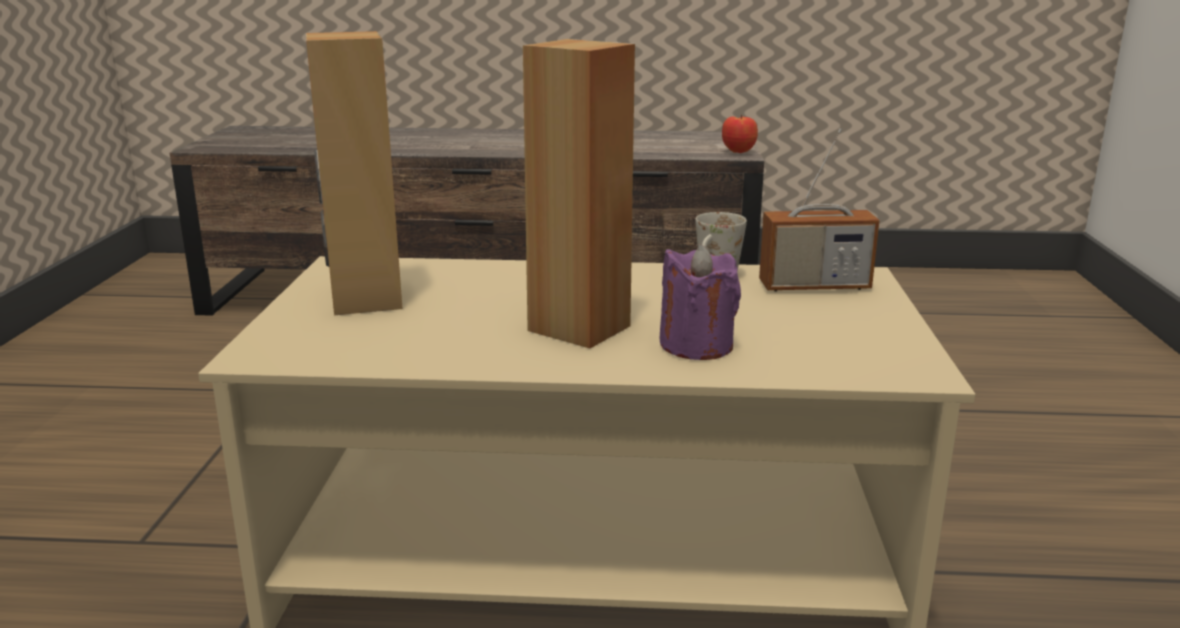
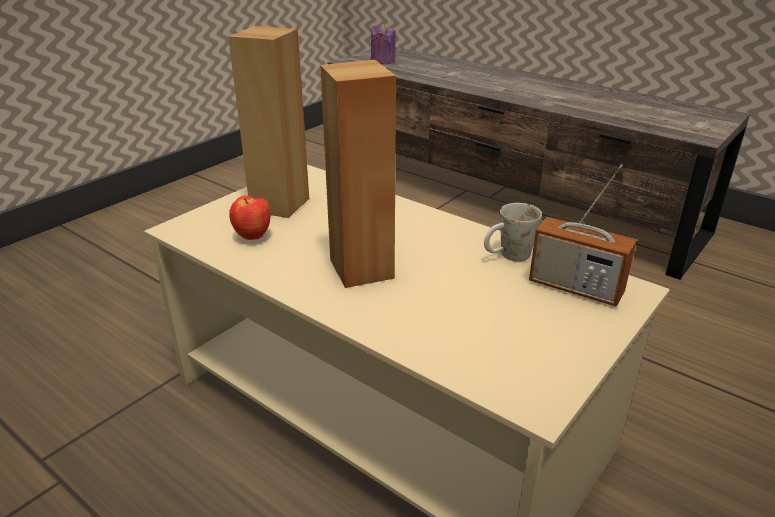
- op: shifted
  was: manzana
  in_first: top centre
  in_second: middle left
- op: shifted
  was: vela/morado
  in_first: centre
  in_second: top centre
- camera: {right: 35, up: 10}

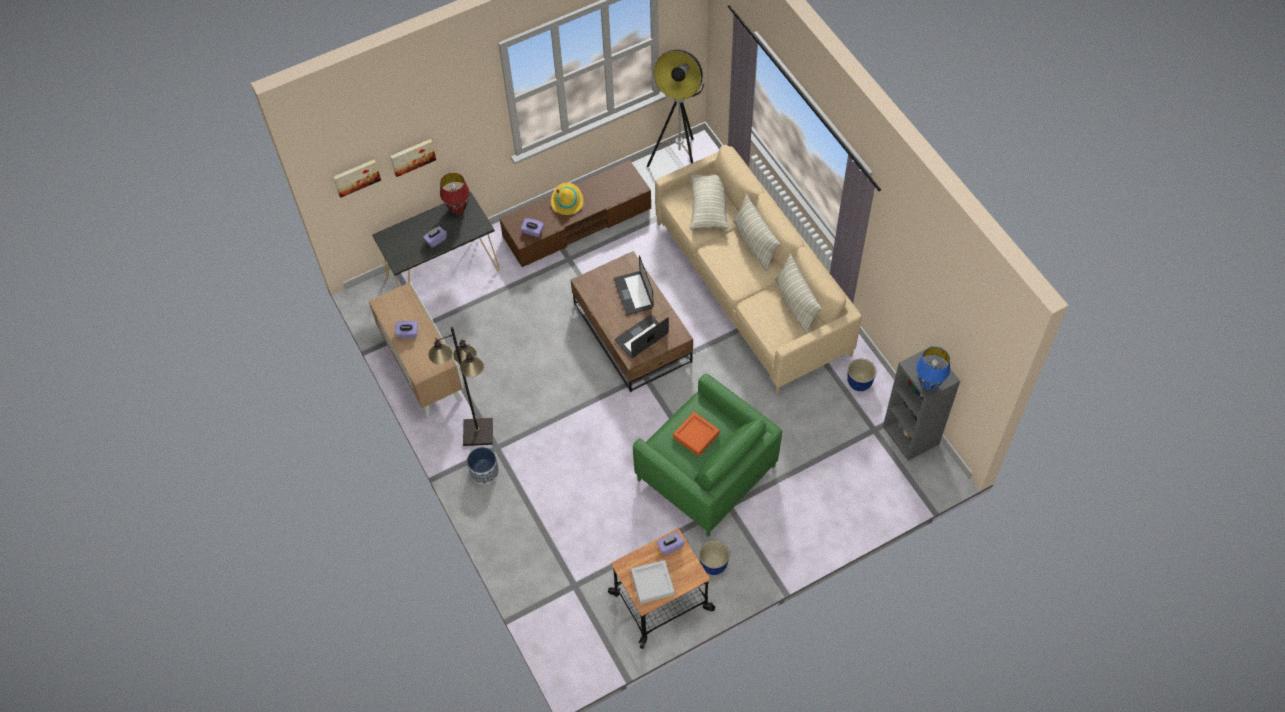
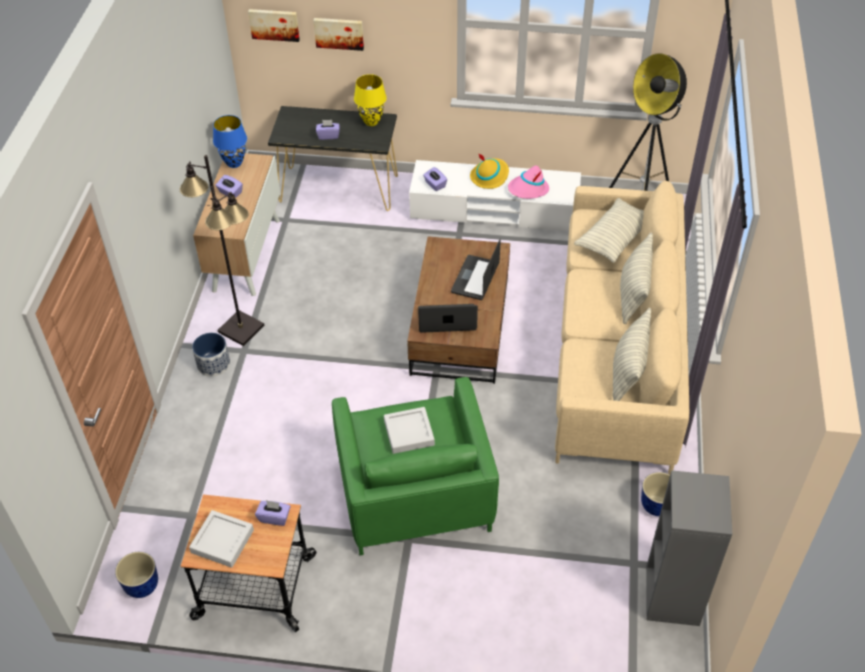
- op: shifted
  was: maceta (no. 2 from left in the first image)
  now: maceta (no. 1 from left)
  in_first: bottom centre
  in_second: bottom left
- op: shifted
  was: lámpara de mesa/azul
  in_first: middle right
  in_second: top left
- op: repainted
  was: lámpara de mesa/rojo
  now: lámpara de mesa/amarillo
  in_first: top centre
  in_second: top centre
- op: repainted
  was: bandeja/naranja
  now: bandeja/gris (no. 2 from left)
  in_first: centre
  in_second: centre
- op: repainted
  was: mueble de televisión/marrón
  now: mueble de televisión/blanco
  in_first: top centre
  in_second: top centre
- op: new
  now: sombrero/rosa
  in_second: top centre
- camera: {right: 35, up: -10}

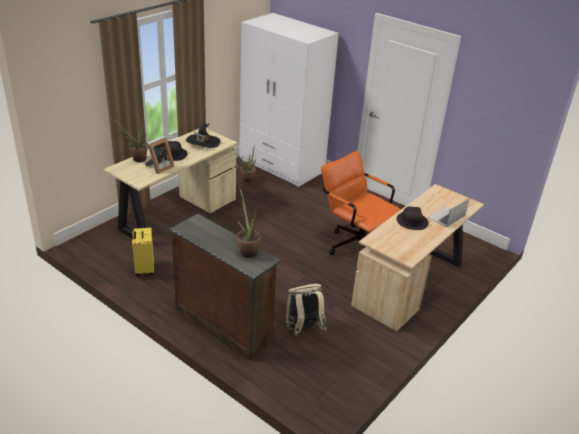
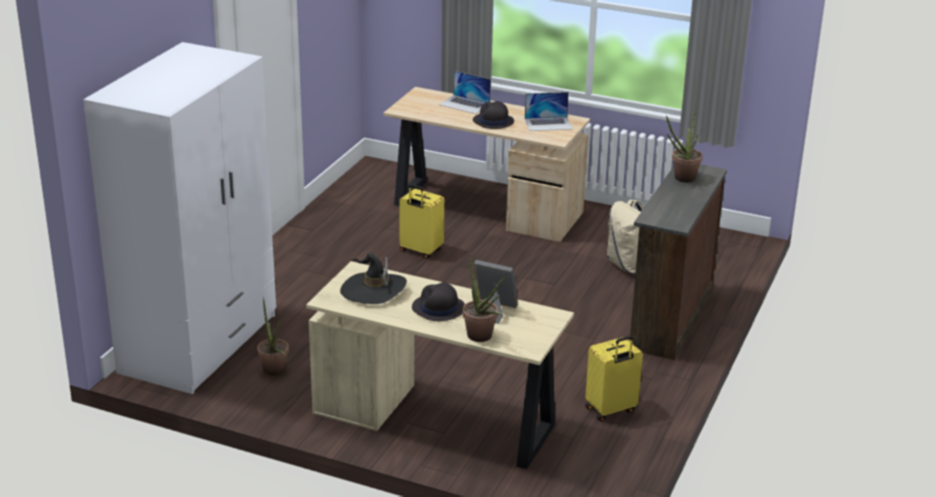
- op: swapped
  was: silla de oficina/naranja
  now: maleta/amarillo (no. 1 from left)
  in_first: centre
  in_second: centre
- op: new
  now: portátil (no. 2 from left)
  in_second: top centre
- camera: {right: -105, up: -5}

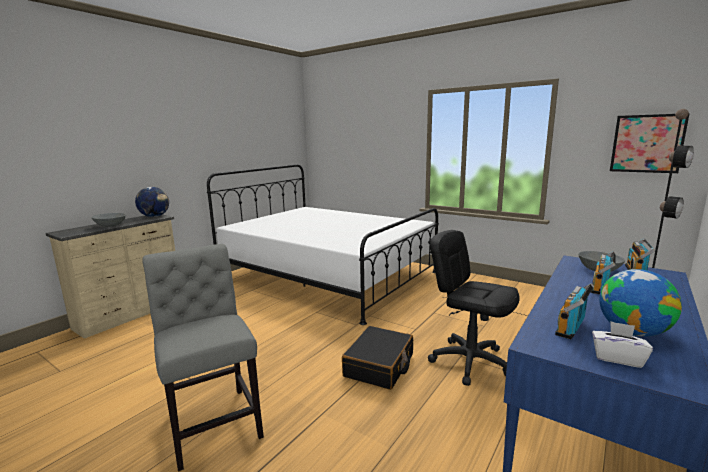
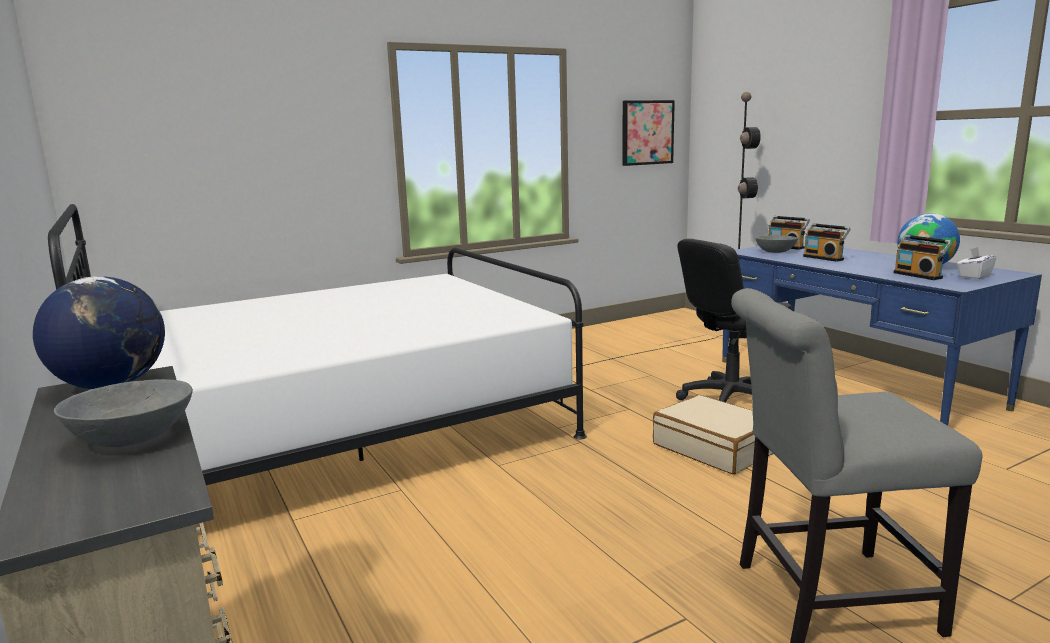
- op: repainted
  was: maleta/negro
  now: maleta/beis
  in_first: bottom centre
  in_second: bottom right
- camera: {right: -65, up: 0}

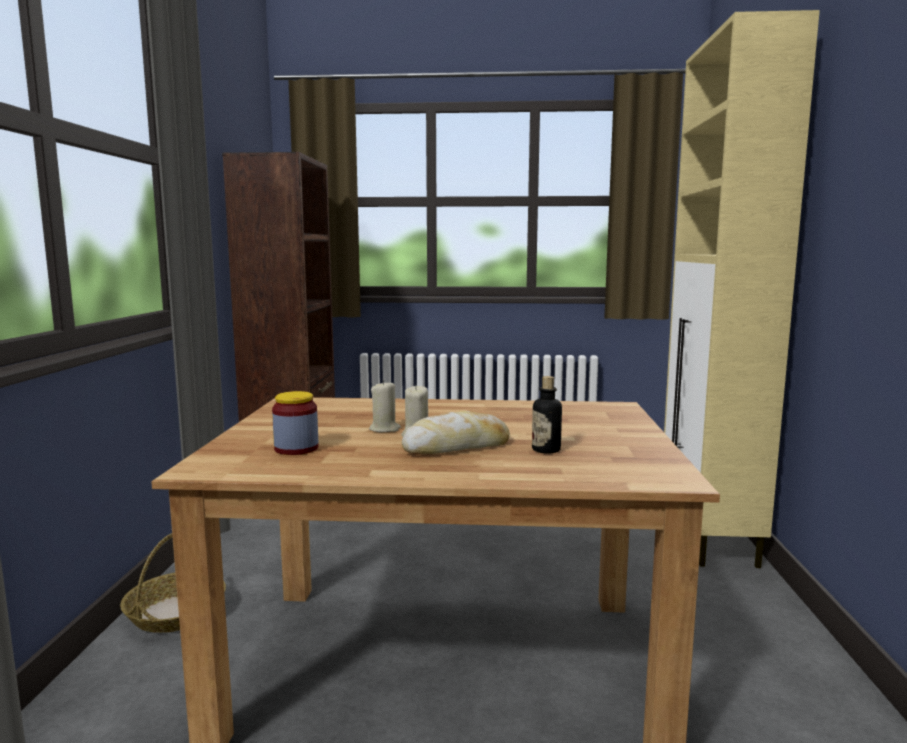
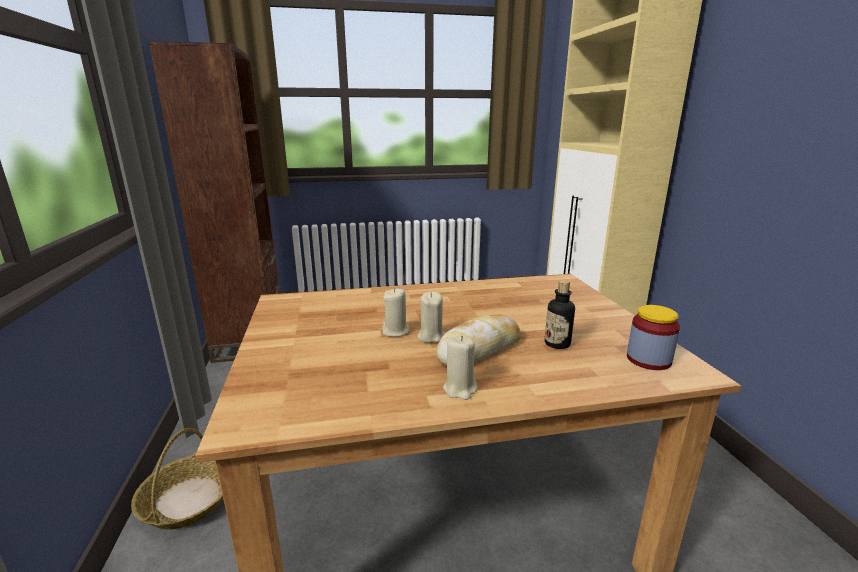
- op: new
  now: vela/beis (no. 3 from left)
  in_second: centre
- op: shifted
  was: tarro
  in_first: middle left
  in_second: middle right
- camera: {right: -15, up: 10}

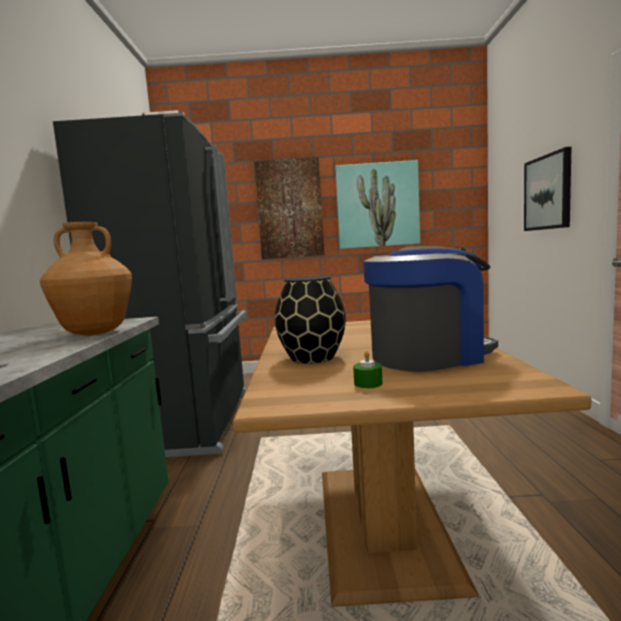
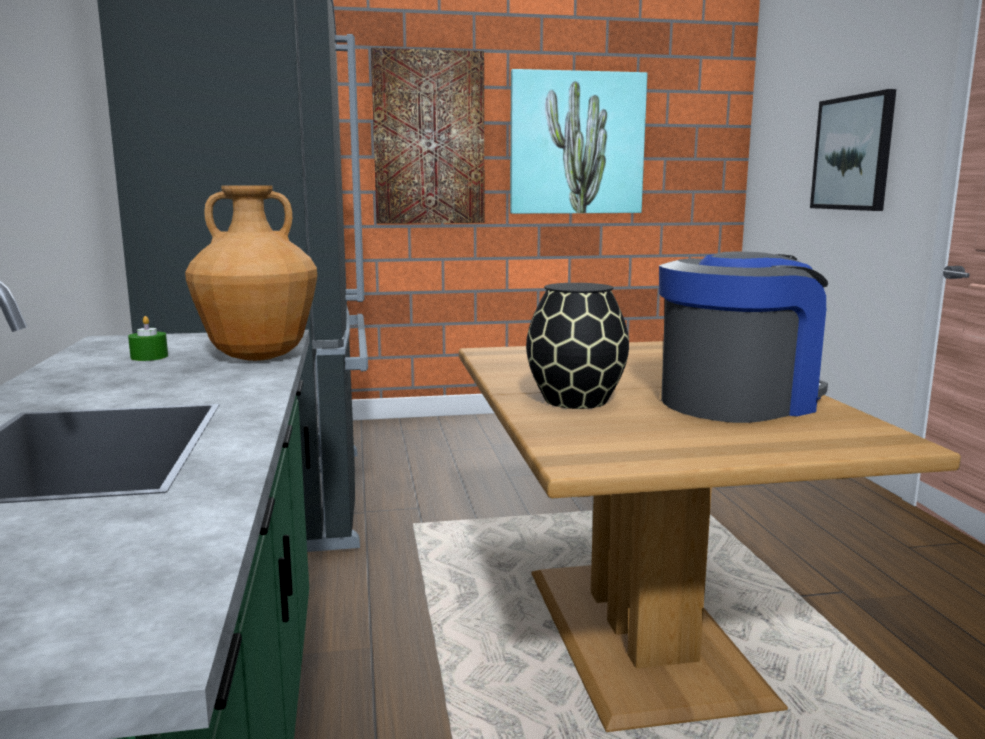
- op: shifted
  was: vela/verde
  in_first: centre
  in_second: middle left
- camera: {right: -10, up: 5}

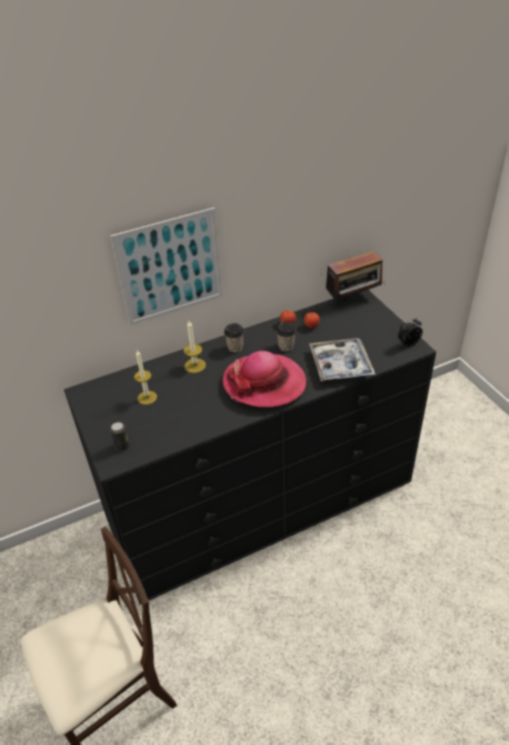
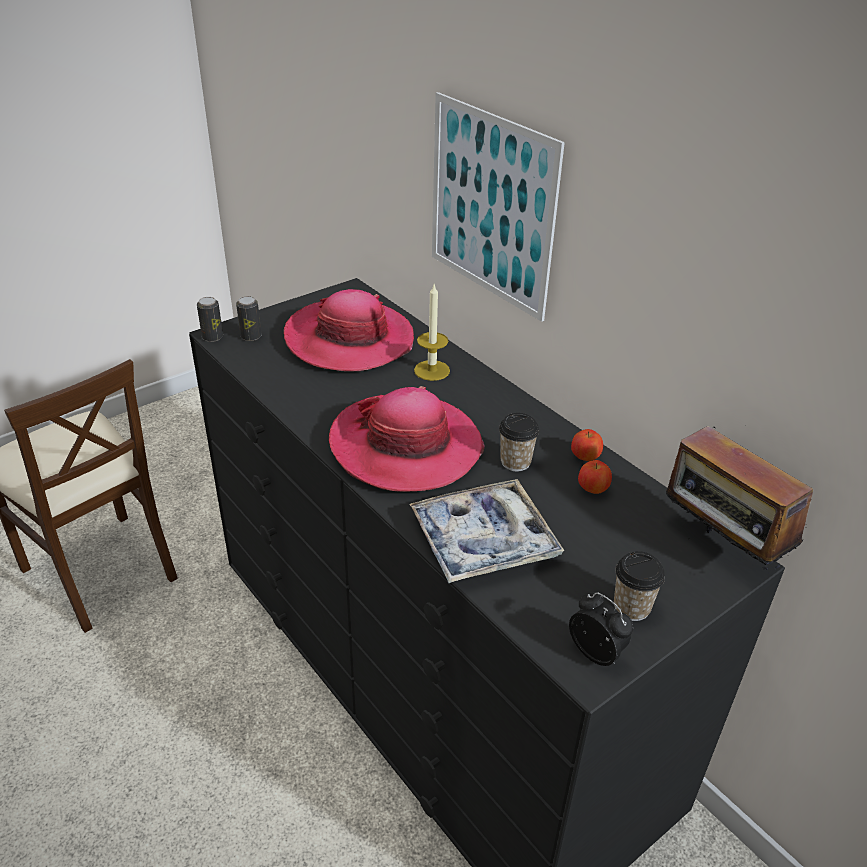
- op: new
  now: lata (no. 1 from left)
  in_second: middle left
- op: swapped
  was: vela (no. 1 from left)
  now: sombrero (no. 1 from left)
  in_first: middle left
  in_second: centre
- op: shifted
  was: taza (no. 1 from left in the first image)
  now: taza (no. 2 from left)
  in_first: centre
  in_second: bottom right
- camera: {right: 75, up: -5}

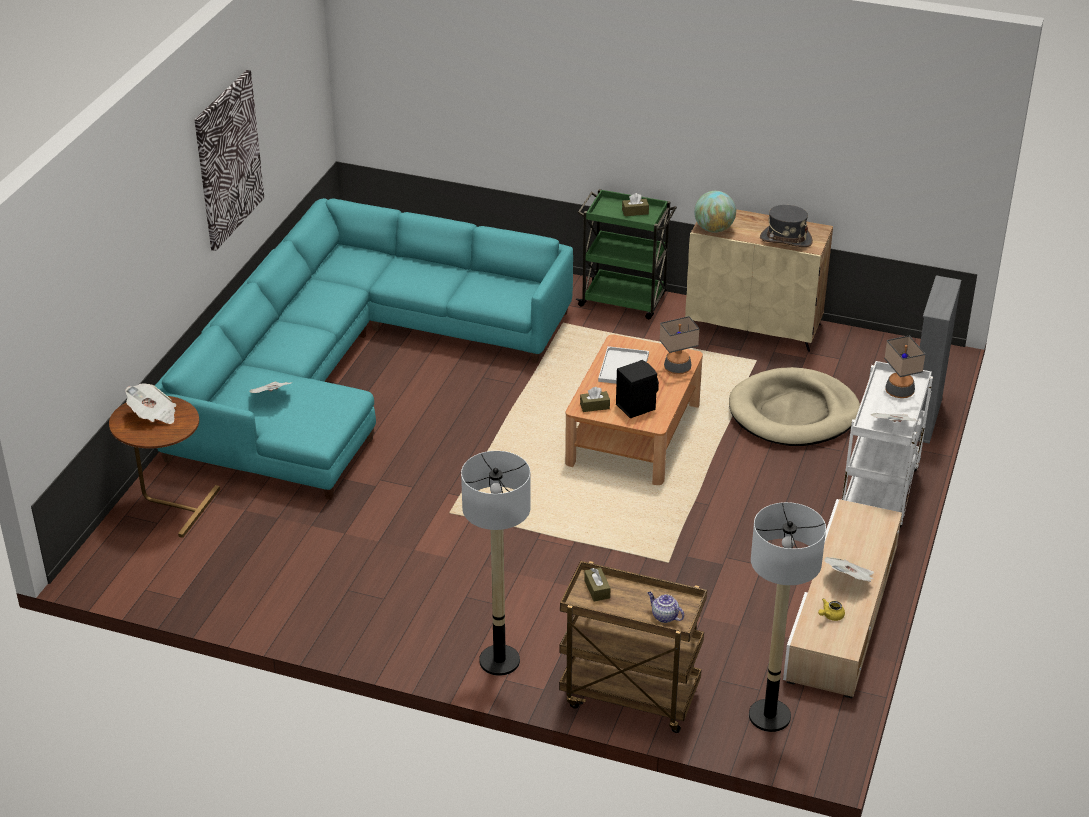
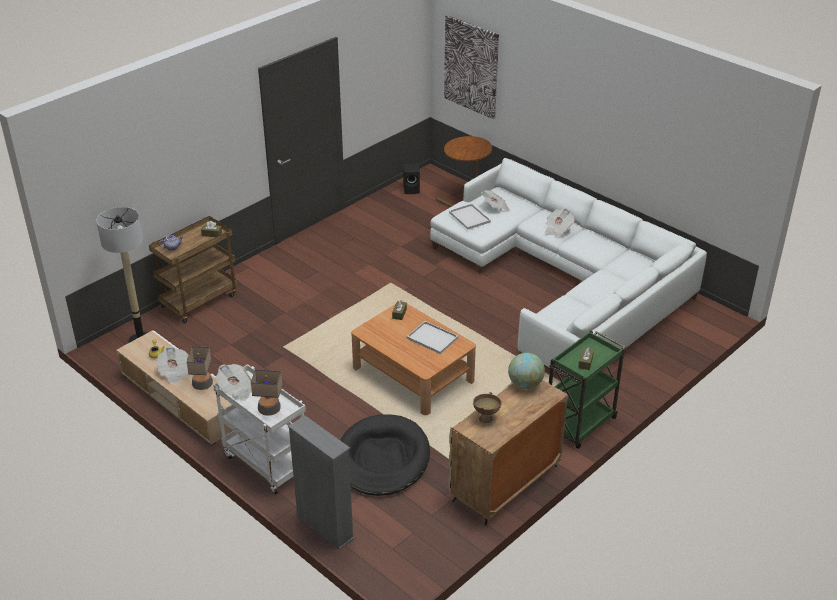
- op: shifted
  was: lámpara de mesa (no. 1 from left)
  in_first: centre
  in_second: middle left
- op: repainted
  was: cama para perro/beis
  now: cama para perro/negro
  in_first: middle right
  in_second: bottom centre
- op: shifted
  was: altavoz/negro
  in_first: centre
  in_second: top centre
- op: repainted
  was: sofá/turquesa
  now: sofá/blanco
  in_first: centre
  in_second: middle right
- op: shifted
  was: cuadro
  in_first: top left
  in_second: top centre
- op: new
  now: bandeja/blanco (no. 2 from left)
  in_second: centre
- op: swapped
  was: sombrero/gris
  now: cuenco/marrón
  in_first: top right
  in_second: bottom centre
- op: shifted
  was: periódico (no. 1 from left in the first image)
  now: periódico (no. 4 from left)
  in_first: middle left
  in_second: middle right
- op: gone
  was: lámpara de pie (no. 1 from left)
  in_first: bottom centre
- camera: {right: 115, up: 0}

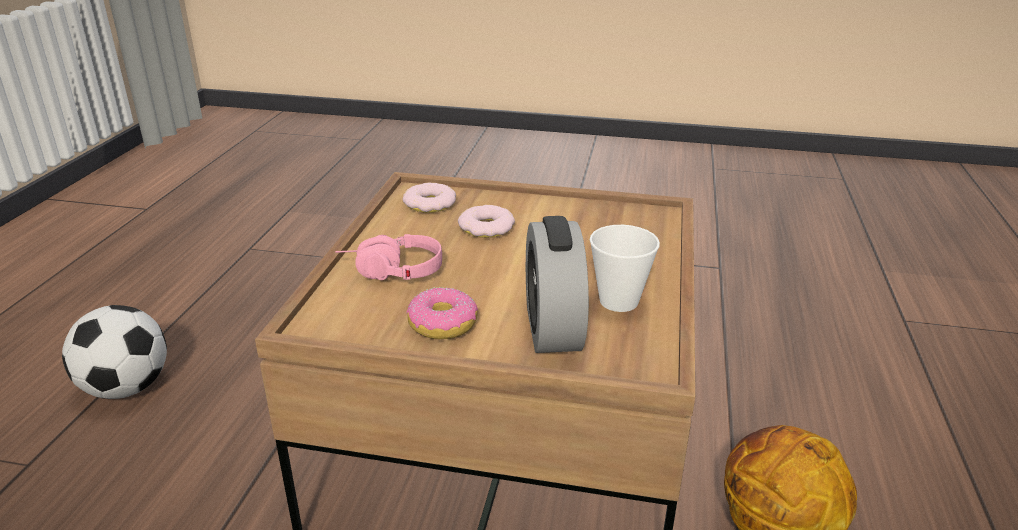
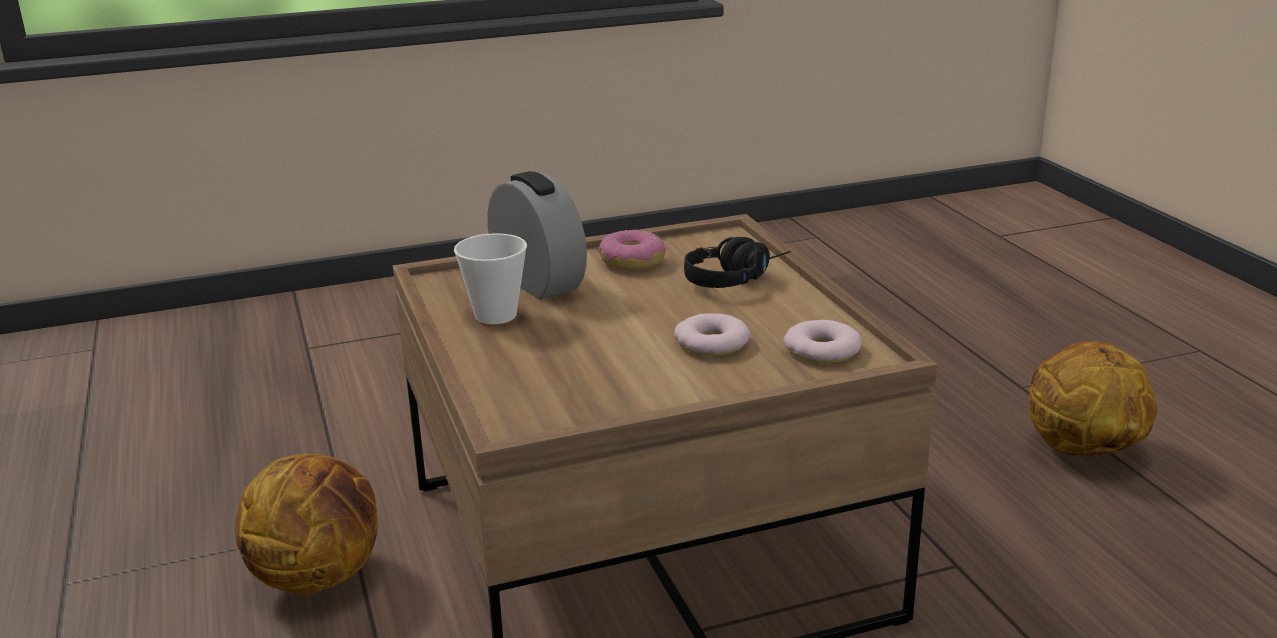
- op: repainted
  was: auriculares/rosa
  now: auriculares/negro
  in_first: centre
  in_second: centre
- op: swapped
  was: balón de fútbol
  now: balón de baloncesto (no. 2 from left)
  in_first: middle left
  in_second: middle right
- camera: {right: 150, up: -5}

